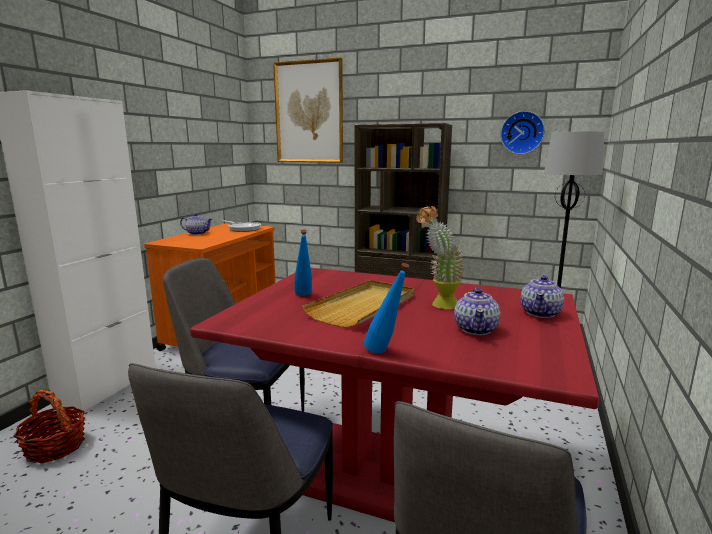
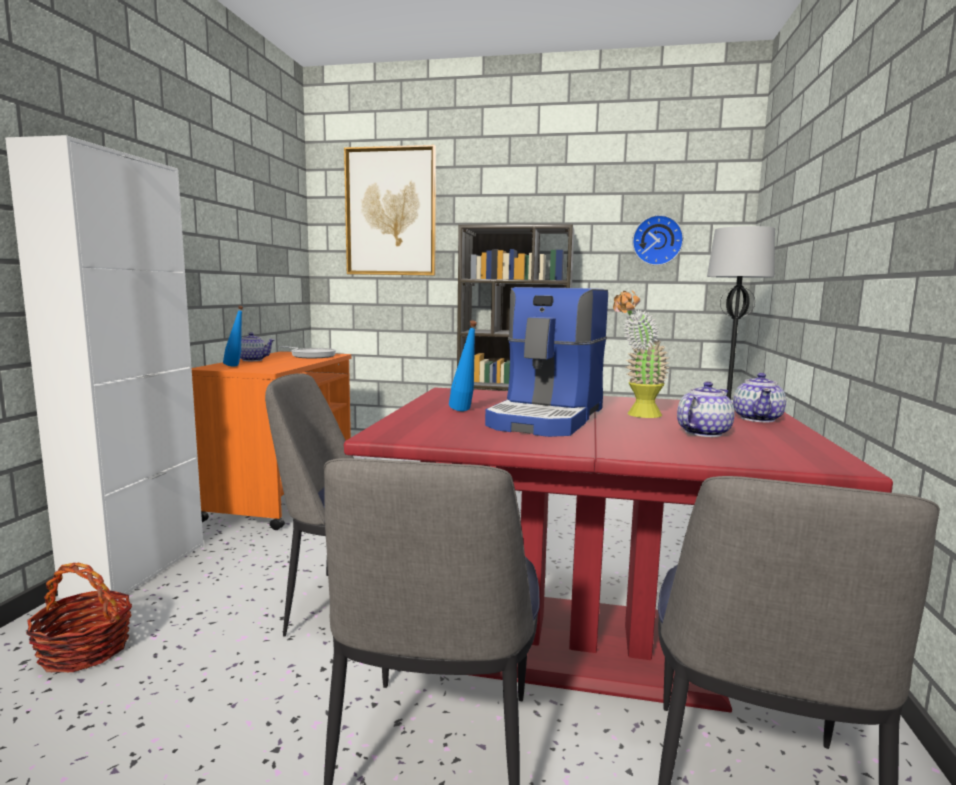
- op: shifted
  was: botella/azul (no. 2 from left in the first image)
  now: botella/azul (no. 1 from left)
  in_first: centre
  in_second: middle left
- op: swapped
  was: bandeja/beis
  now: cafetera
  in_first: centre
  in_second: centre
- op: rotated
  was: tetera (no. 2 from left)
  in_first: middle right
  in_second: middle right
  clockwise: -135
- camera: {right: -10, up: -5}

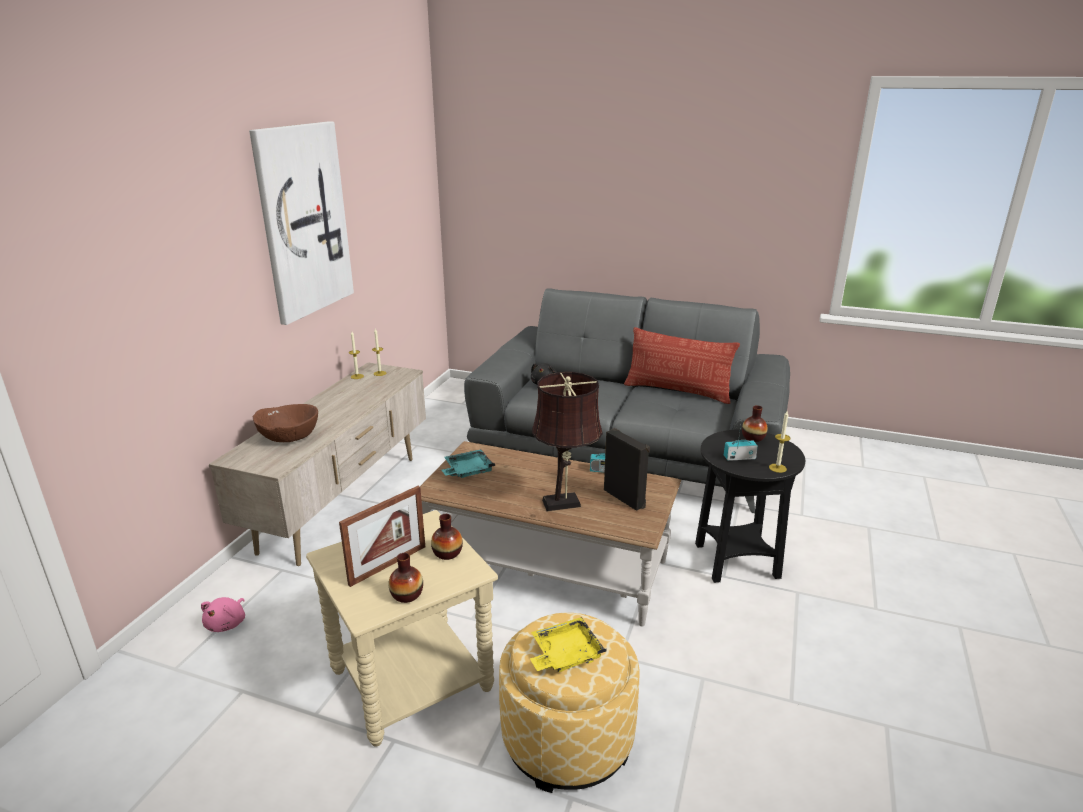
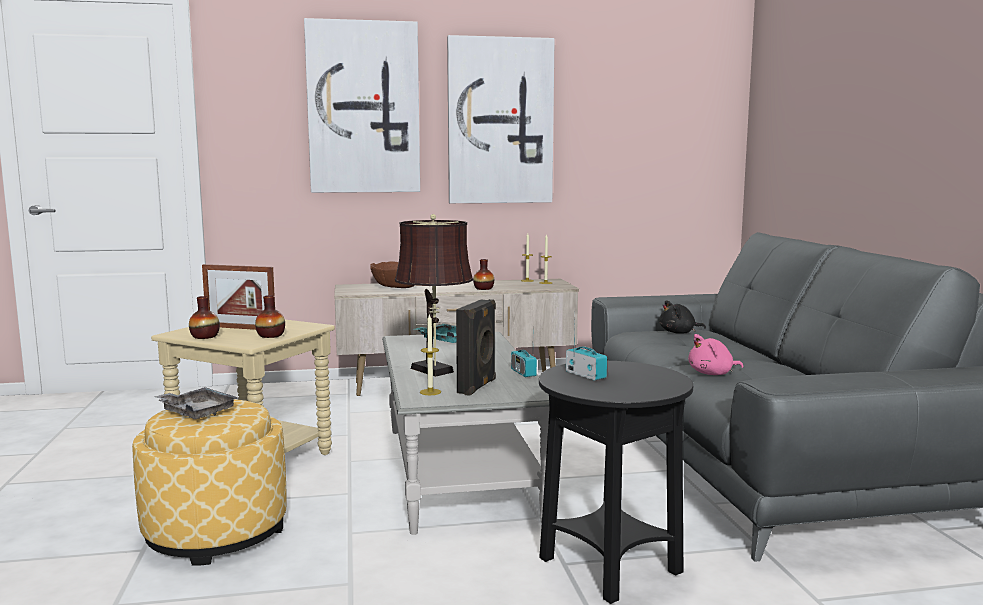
- op: repainted
  was: bandeja/amarillo
  now: bandeja/gris
  in_first: bottom centre
  in_second: middle left
- op: new
  now: cuadro (no. 1 from left)
  in_second: top centre
- op: repainted
  was: mesa de centro/marrón
  now: mesa de centro/gris
  in_first: centre
  in_second: bottom centre
- op: shifted
  was: vela (no. 3 from left in the first image)
  now: vela (no. 1 from left)
  in_first: middle right
  in_second: centre
- op: shifted
  was: florero (no. 3 from left)
  in_first: middle right
  in_second: centre
- op: shifted
  was: peluche/rosa
  in_first: bottom left
  in_second: middle right
- op: gone
  was: cojín
  in_first: centre
- camera: {right: 60, up: -15}

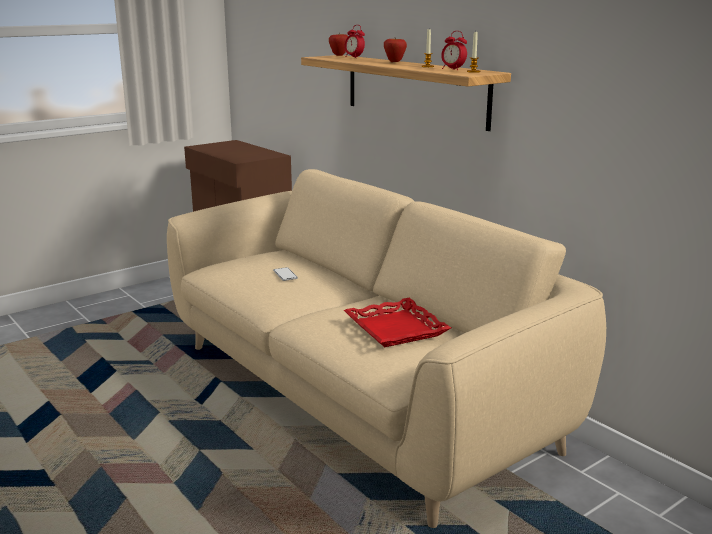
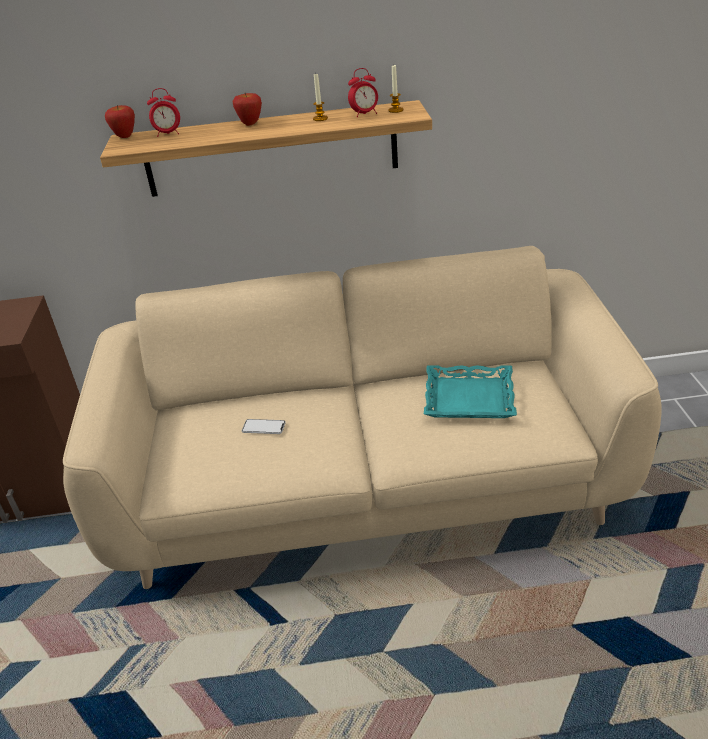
- op: repainted
  was: bandeja/rojo
  now: bandeja/turquesa
  in_first: centre
  in_second: centre
- camera: {right: -55, up: 15}

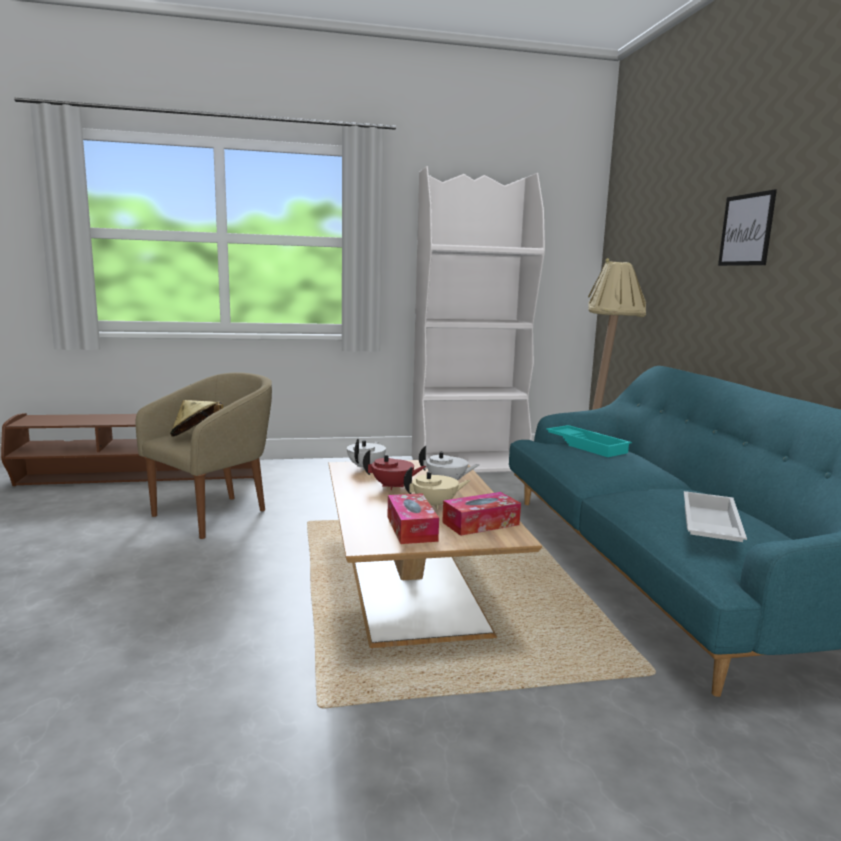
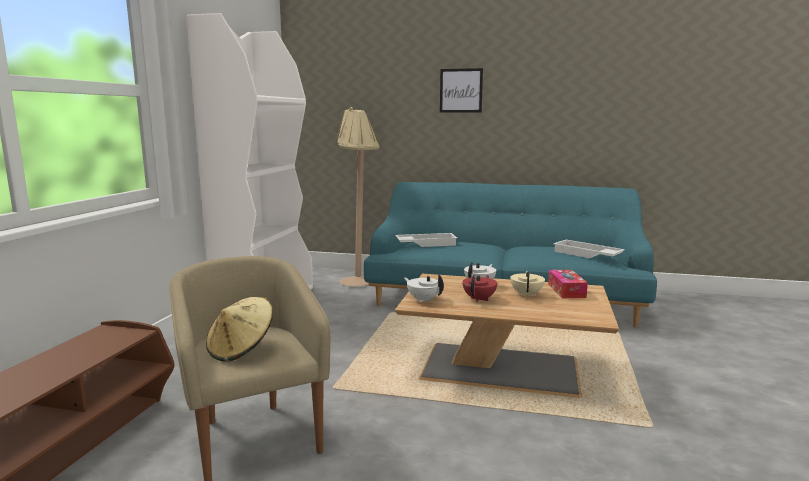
- op: repainted
  was: bandeja/turquesa
  now: bandeja/blanco (no. 1 from left)
  in_first: middle right
  in_second: centre
- op: gone
  was: caja de pañuelos (no. 1 from left)
  in_first: centre
- camera: {right: -65, up: 0}

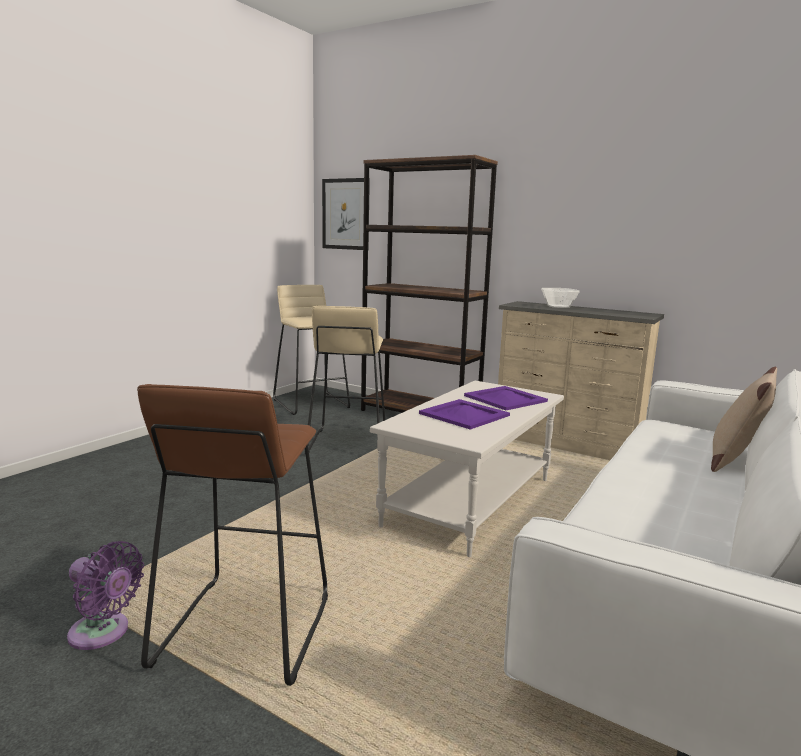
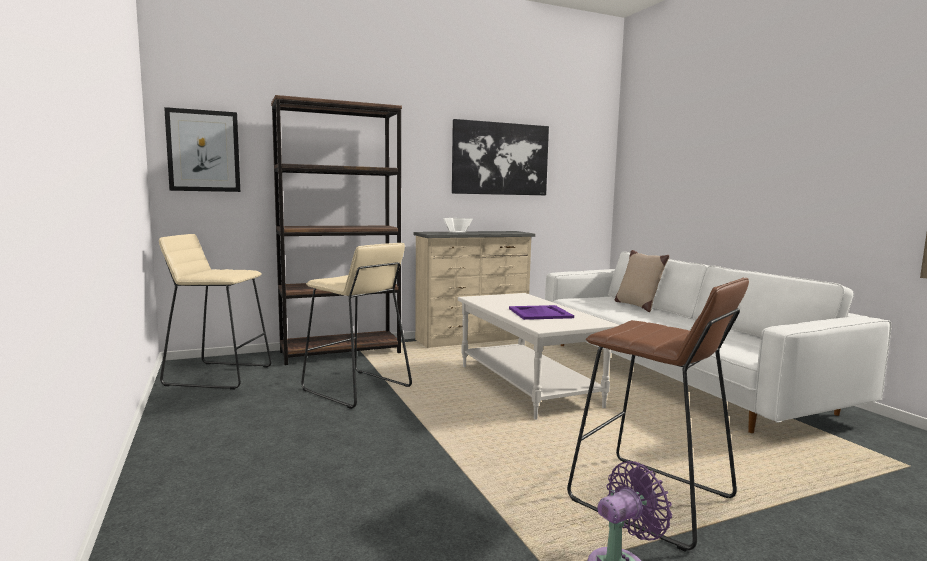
- op: new
  now: cuadro (no. 2 from left)
  in_second: top centre
- op: gone
  was: bandeja/morado (no. 2 from left)
  in_first: centre
- camera: {right: -55, up: -5}

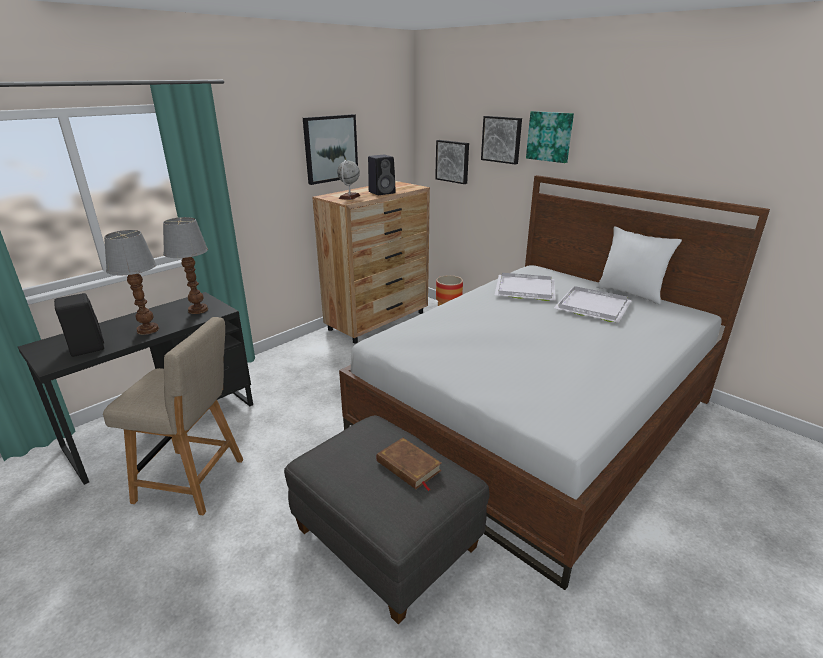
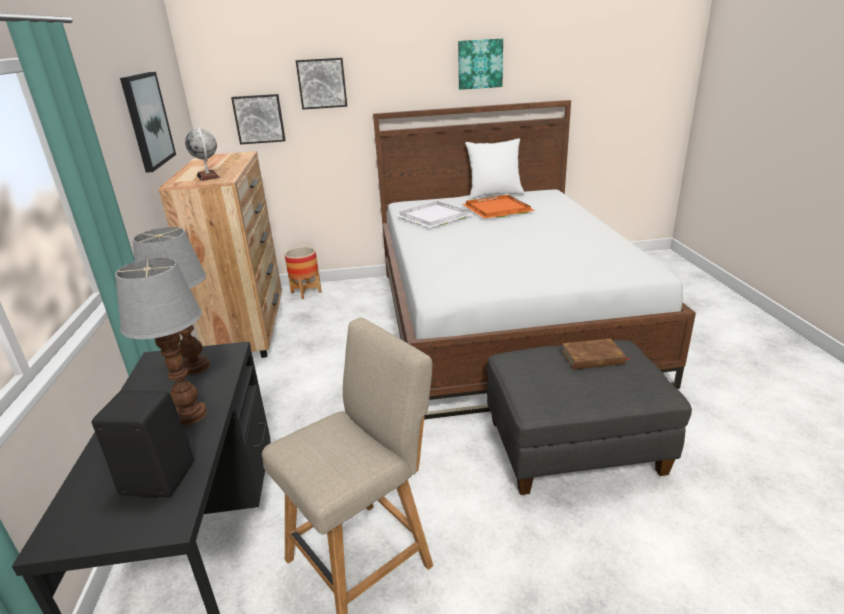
- op: shifted
  was: cuadro (no. 4 from left)
  in_first: top right
  in_second: top centre
- op: repainted
  was: bandeja/blanco (no. 2 from left)
  now: bandeja/naranja
  in_first: middle right
  in_second: centre
- op: gone
  was: altavoz/negro (no. 2 from left)
  in_first: top centre
- camera: {right: -50, up: 0}

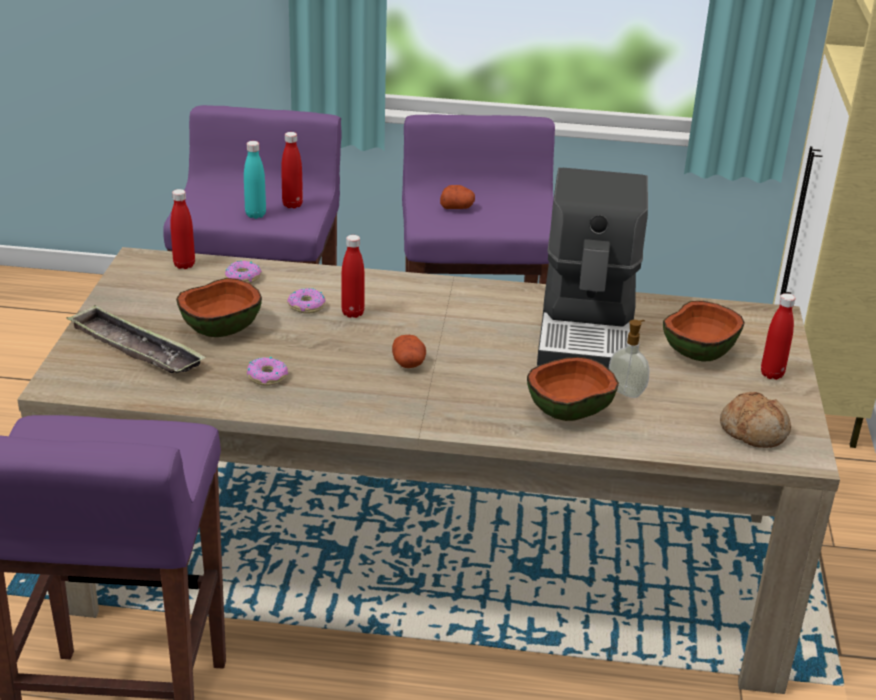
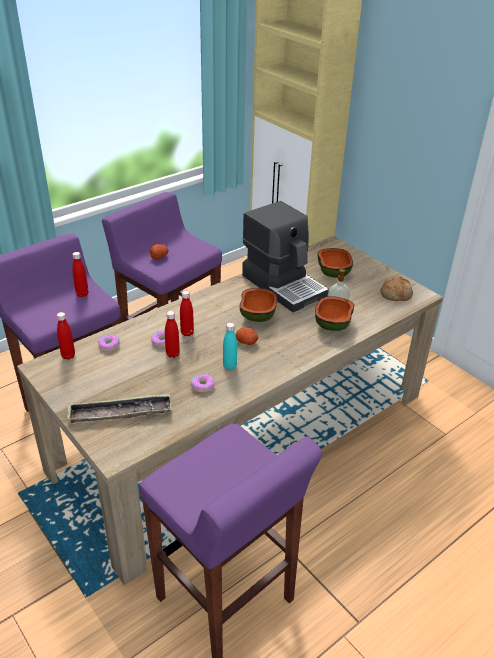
- op: shifted
  was: botella/rojo (no. 4 from left in the first image)
  now: botella/rojo (no. 3 from left)
  in_first: middle right
  in_second: centre
- op: shifted
  was: botella/turquesa
  in_first: top left
  in_second: centre
- op: shifted
  was: cuenco (no. 1 from left)
  in_first: middle left
  in_second: centre
- camera: {right: -45, up: 5}

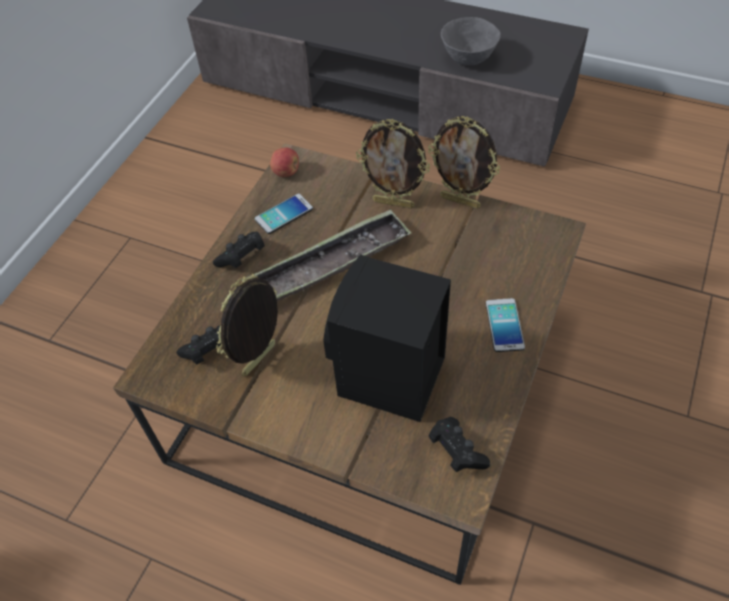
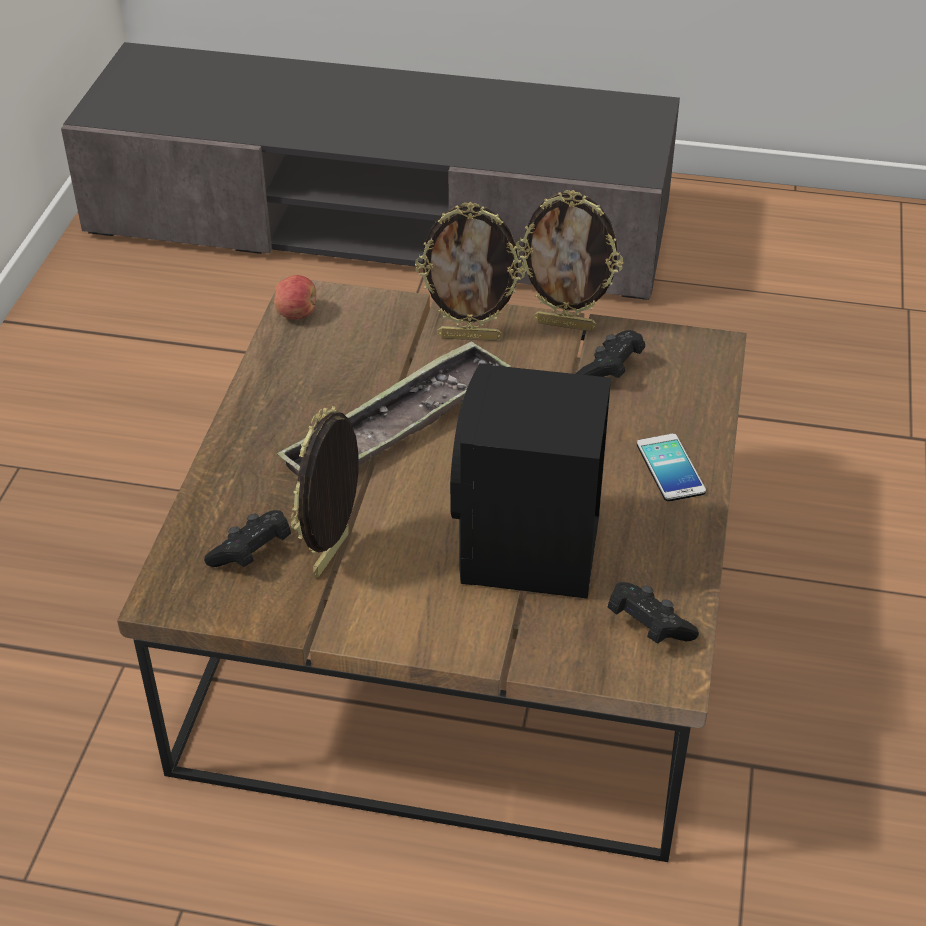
- op: shifted
  was: mando de consola/negro (no. 2 from left)
  in_first: middle left
  in_second: centre
- op: gone
  was: móvil (no. 1 from left)
  in_first: centre
- op: gone
  was: cuenco/gris
  in_first: top centre
- camera: {right: -15, up: -10}

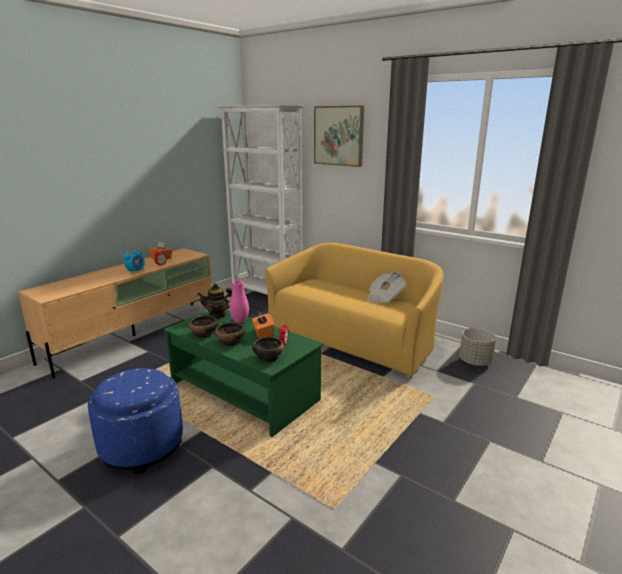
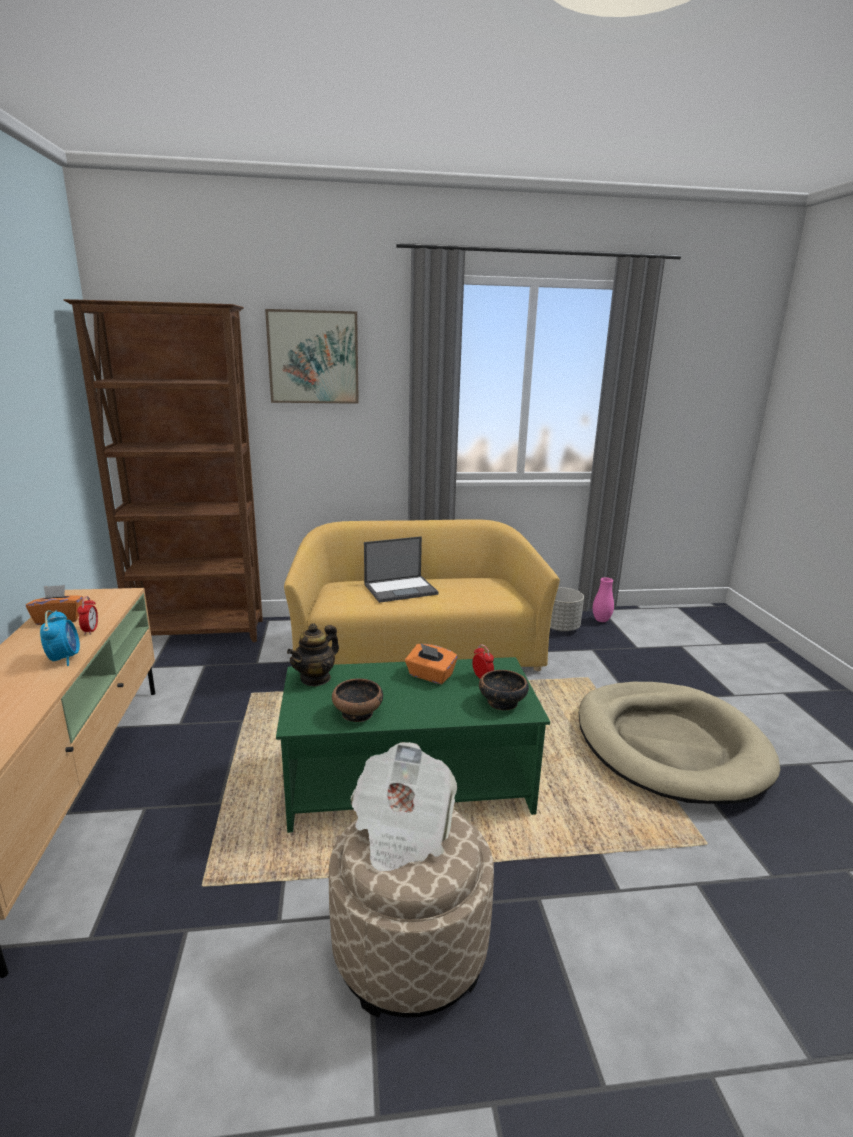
- op: repainted
  was: estantería/blanco
  now: estantería/marrón
  in_first: centre
  in_second: middle left
- op: repainted
  was: puf/azul
  now: puf/beis
  in_first: bottom left
  in_second: bottom centre
- op: shifted
  was: periódico
  in_first: centre
  in_second: bottom centre
- op: new
  now: portátil
  in_second: centre
- op: new
  now: cama para perro/beis
  in_second: middle right
- op: shifted
  was: florero/rosa
  in_first: centre
  in_second: middle right
- op: gone
  was: cuenco (no. 2 from left)
  in_first: centre
- camera: {right: -45, up: 0}

